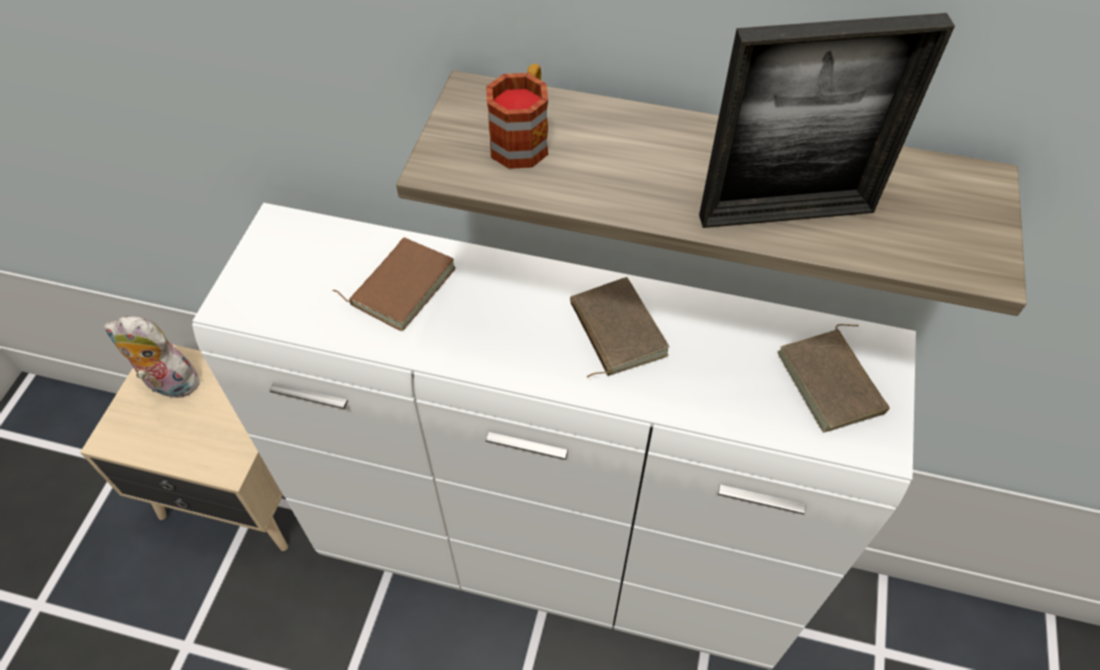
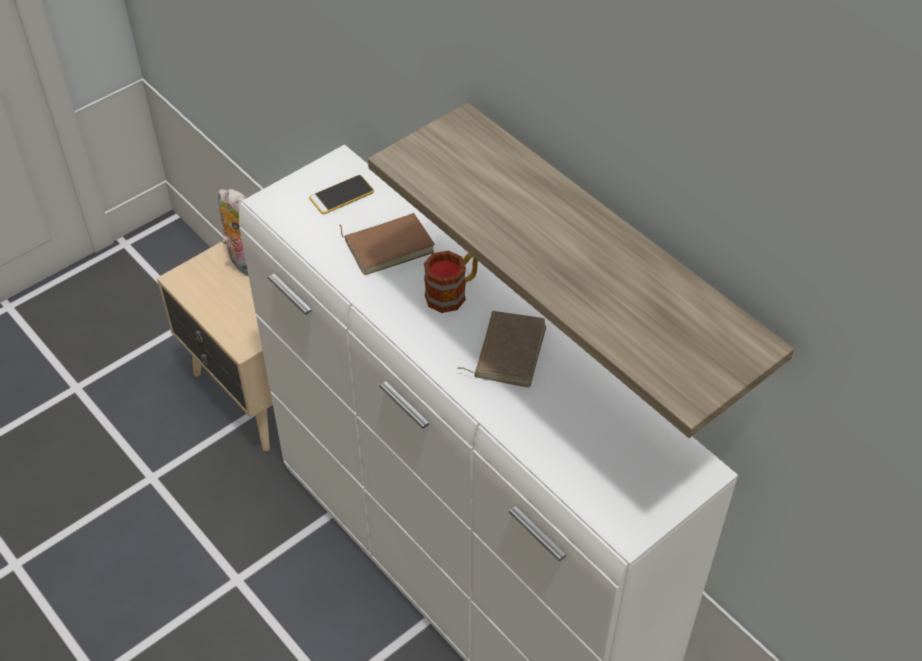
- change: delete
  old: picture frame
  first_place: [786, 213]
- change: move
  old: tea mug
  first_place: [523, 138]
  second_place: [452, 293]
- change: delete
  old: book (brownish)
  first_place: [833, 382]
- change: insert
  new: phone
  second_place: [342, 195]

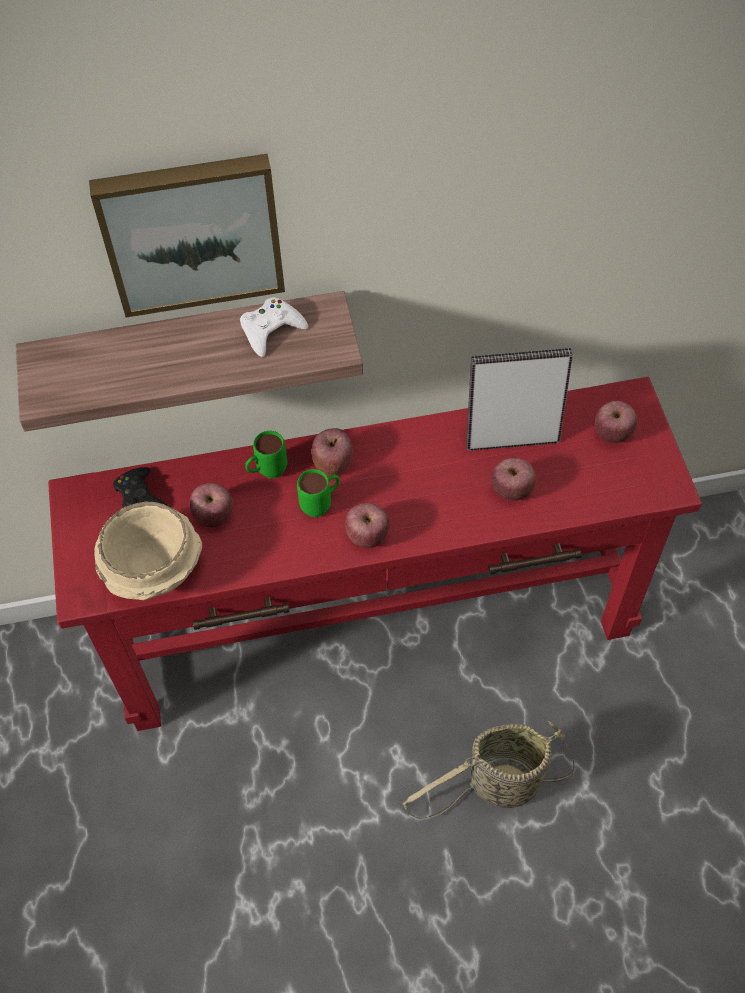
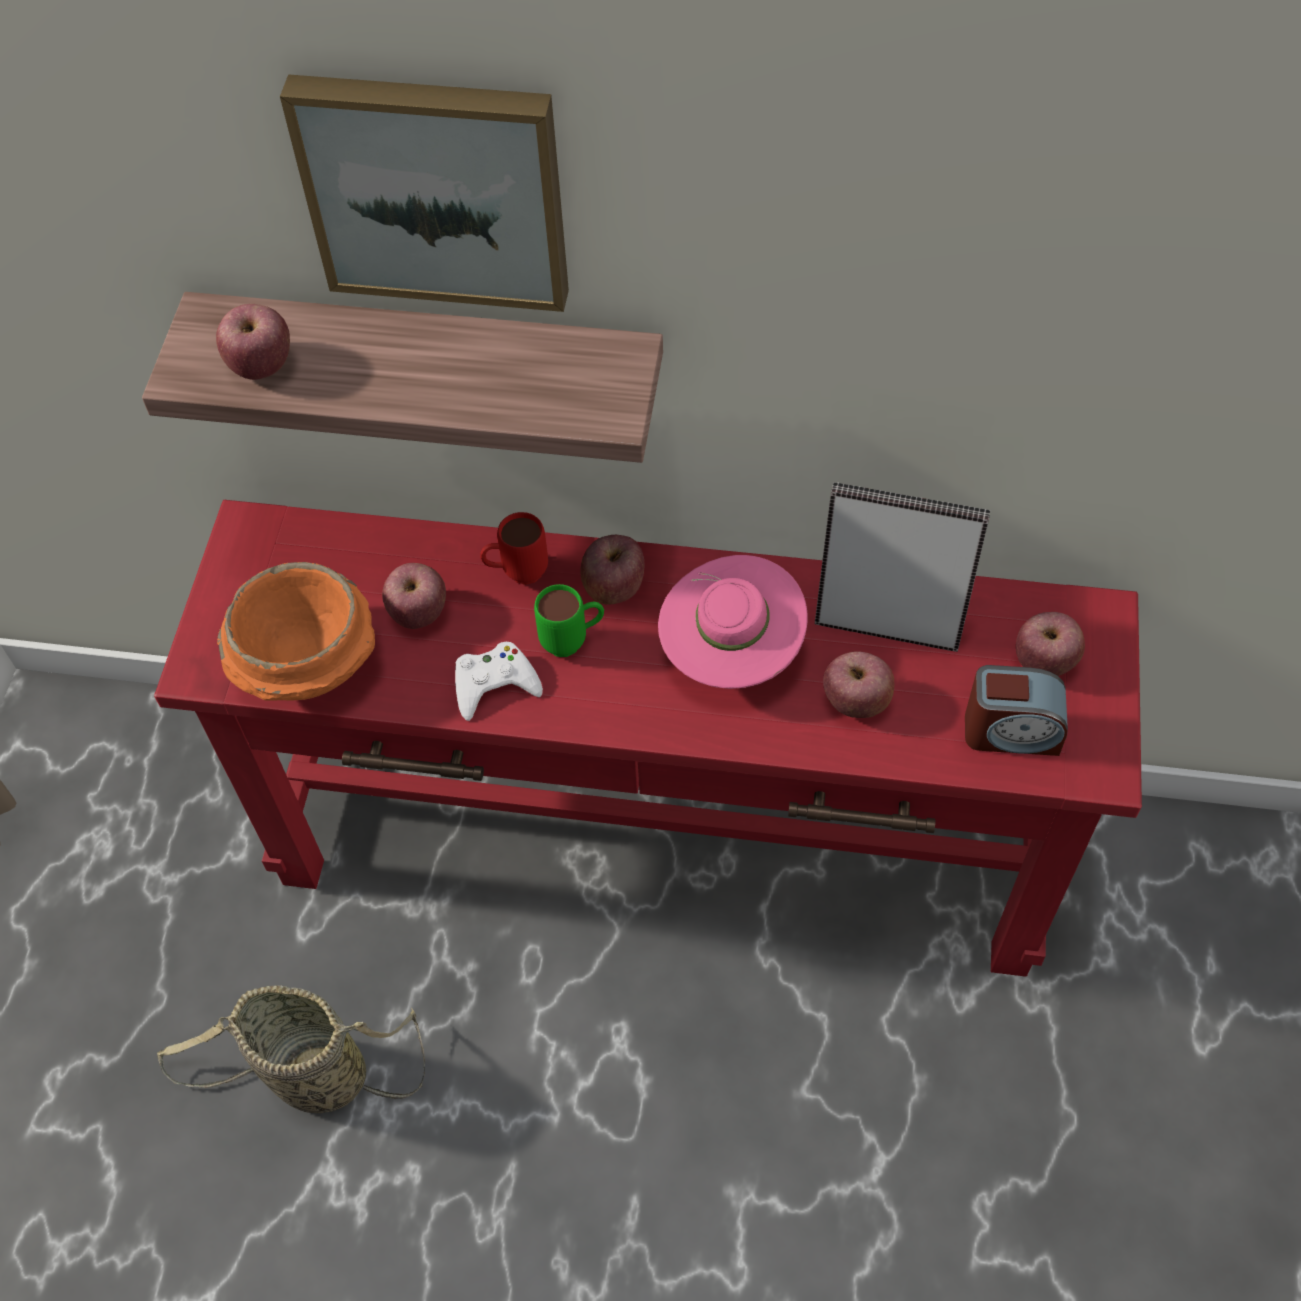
- change: move
  old: gamepad (white-coloured)
  first_place: [271, 330]
  second_place: [495, 684]
- change: recolor
  old: tea mug (green-coloured)
  new: tea mug (reddish)
  first_place: [267, 473]
  second_place: [516, 574]
- change: delete
  old: gamepad (blackish)
  first_place: [140, 496]
- change: recolor
  old: serving bowl (sand-coloured)
  new: serving bowl (orange)
  first_place: [153, 570]
  second_place: [307, 664]
- change: move
  old: apple fruit
  first_place: [367, 536]
  second_place: [261, 366]
- change: move
  old: storage basket
  first_place: [499, 786]
  second_place: [311, 1076]
- change: insert
  new: clothing hat (pink-coloured)
  second_place: [730, 652]
- change: insert
  new: table clock
  second_place: [1011, 731]

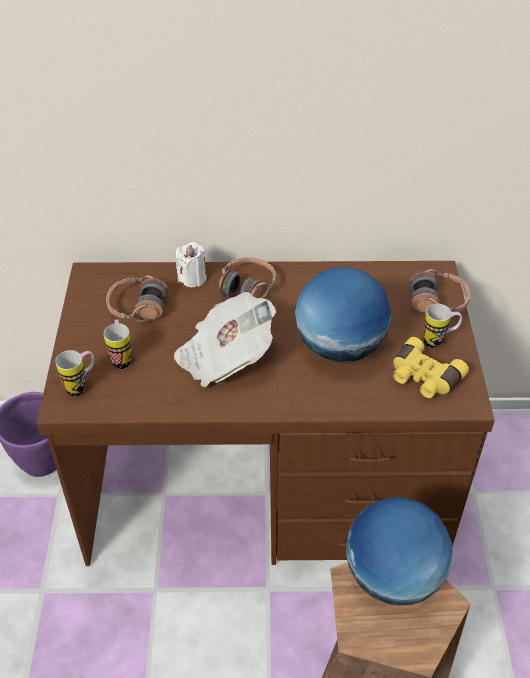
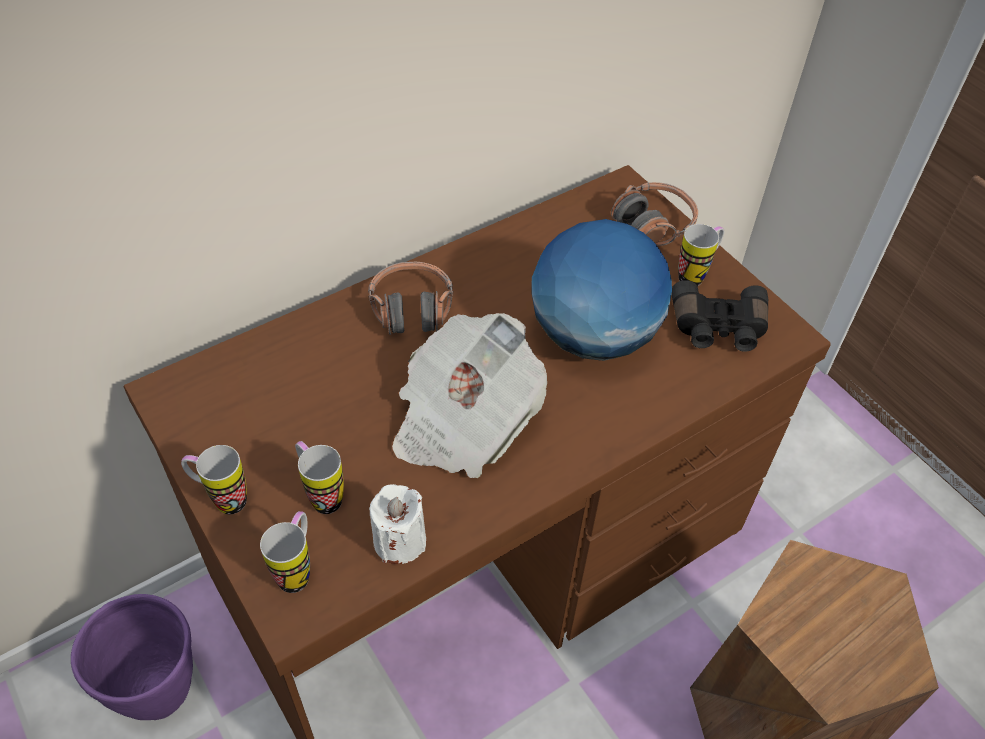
- change: move
  old: candle (white-coloured)
  first_place: [192, 278]
  second_place: [399, 541]
- change: delete
  old: pair of headphones
  first_place: [137, 307]
- change: recolor
  old: binoculars (yellow)
  new: binoculars (blackish)
  first_place: [423, 378]
  second_place: [718, 328]
- change: delete
  old: desk globe
  first_place: [392, 576]
- change: insert
  new: tea mug
  second_place: [222, 499]

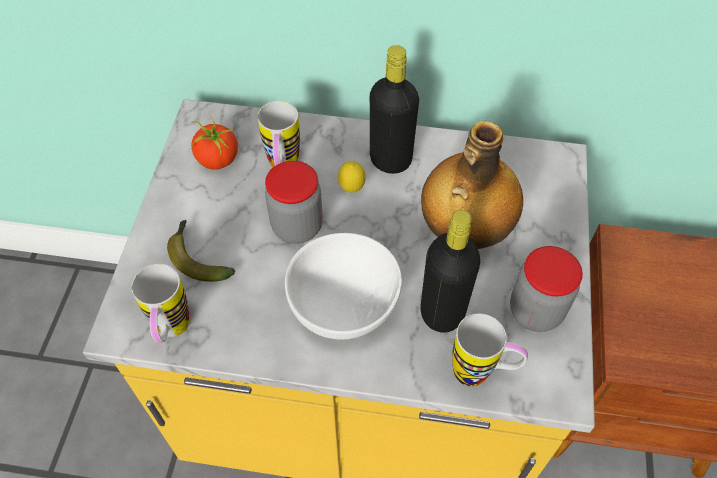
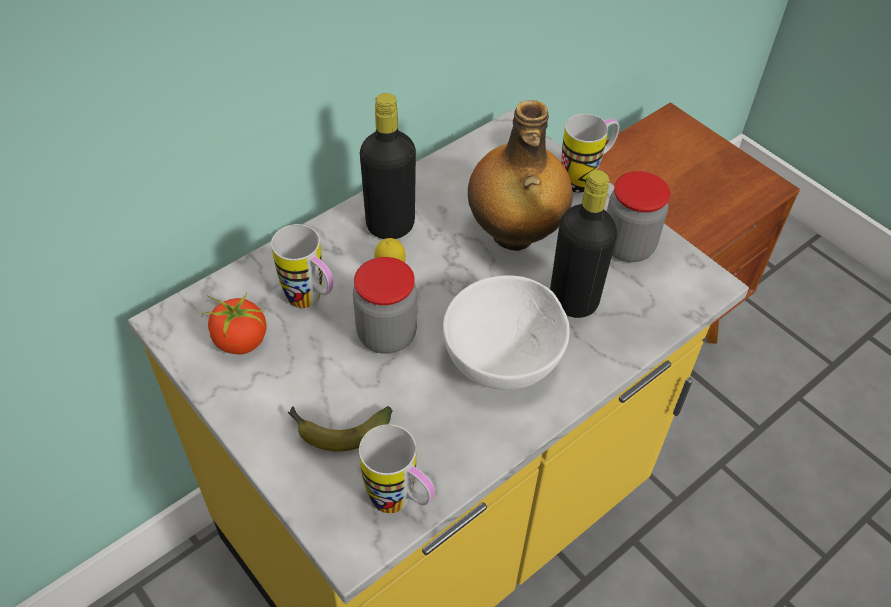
- change: move
  old: tea mug
  first_place: [481, 374]
  second_place: [585, 179]

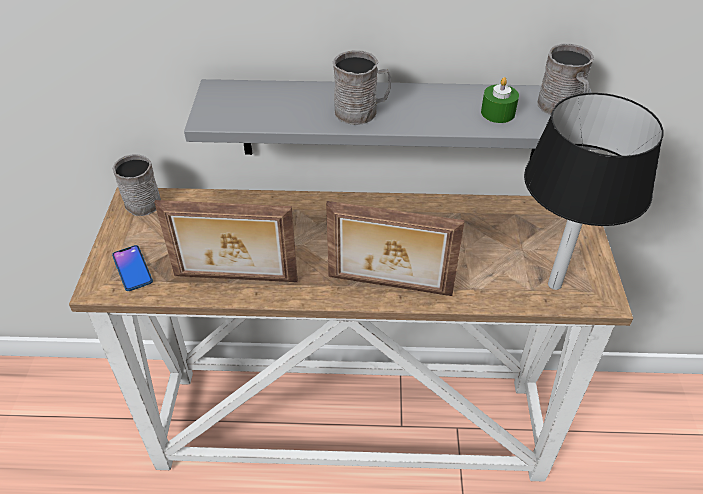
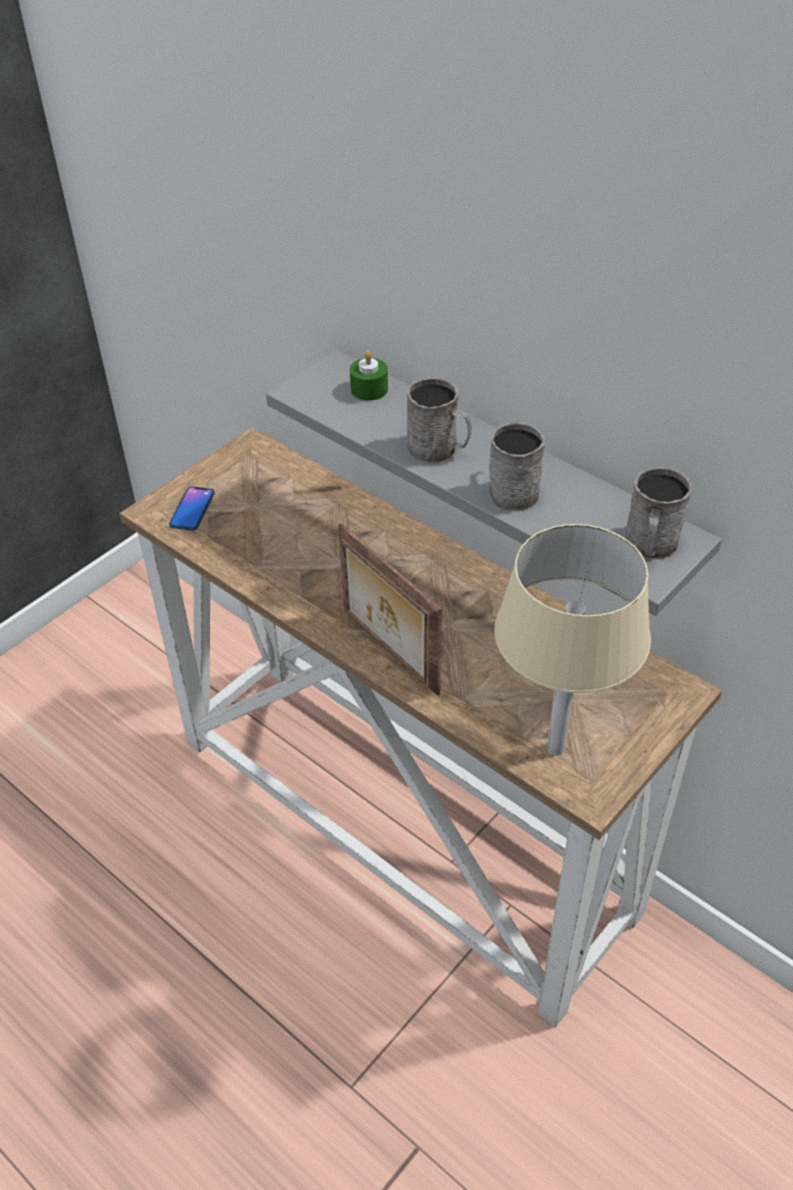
- change: move
  old: candle (green-coloured)
  first_place: [498, 113]
  second_place: [369, 389]
- change: recolor
  old: table lamp (blackish)
  new: table lamp (sand-coloured)
  first_place: [555, 284]
  second_place: [556, 748]
- change: move
  old: tea mug (gray)
  first_place: [140, 201]
  second_place: [512, 488]
- change: delete
  old: picture frame
  first_place: [235, 279]

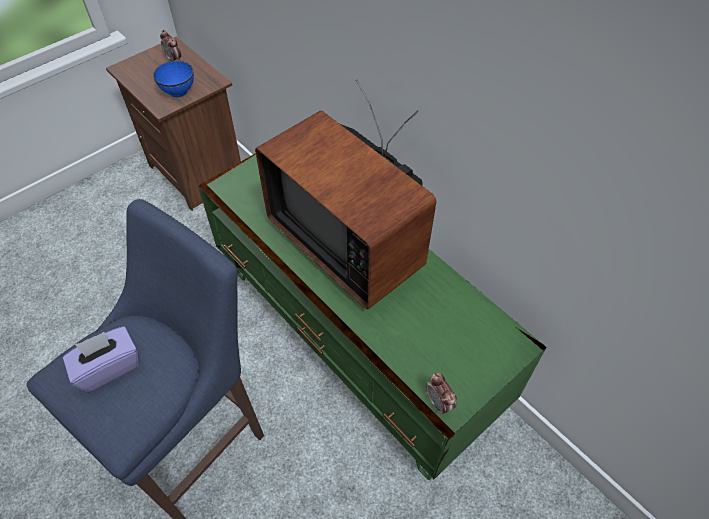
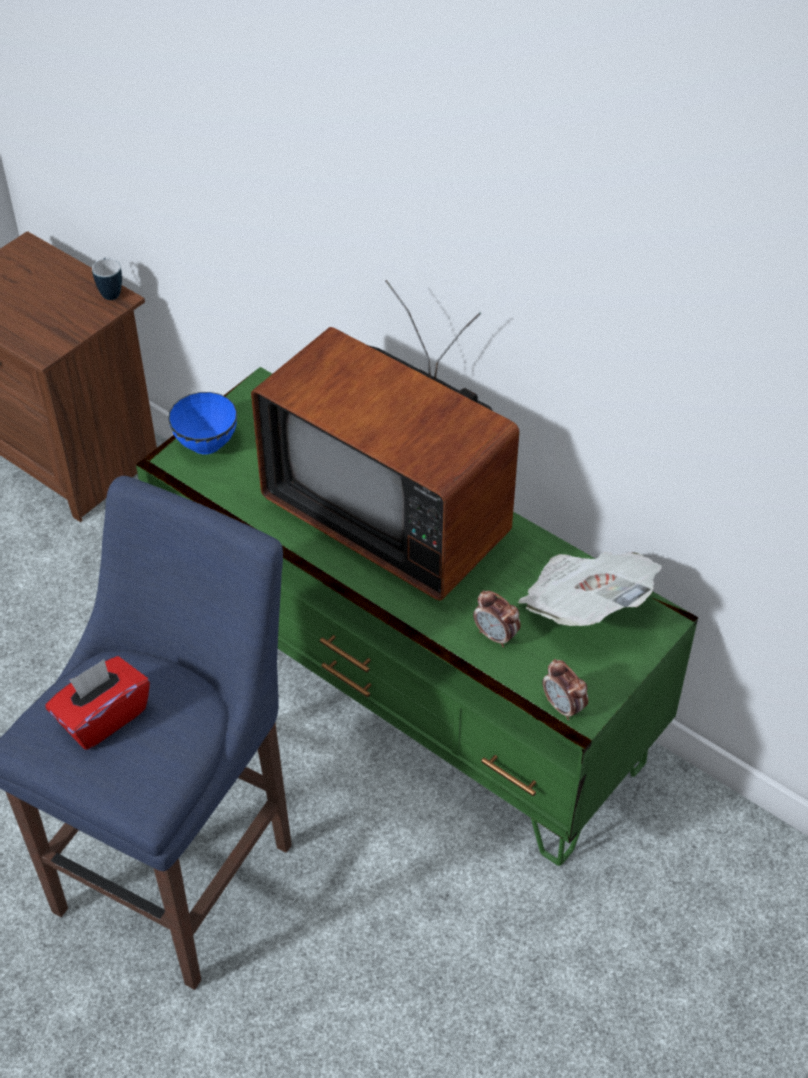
- change: move
  old: table clock
  first_place: [174, 59]
  second_place: [495, 636]
- change: move
  old: serving bowl (blue-coloured)
  first_place: [179, 91]
  second_place: [207, 442]
- change: recolor
  old: box of tissues (purple-coloured)
  new: box of tissues (reddish)
  first_place: [109, 367]
  second_place: [102, 717]
- change: insert
  new: tea mug
  second_place: [110, 292]
- change: insert
  new: newspaper
  second_place: [584, 607]

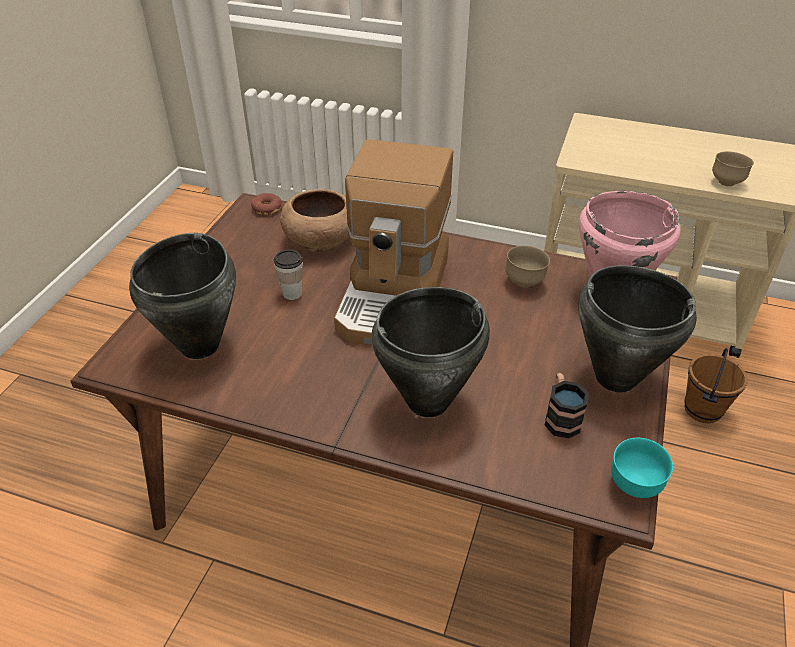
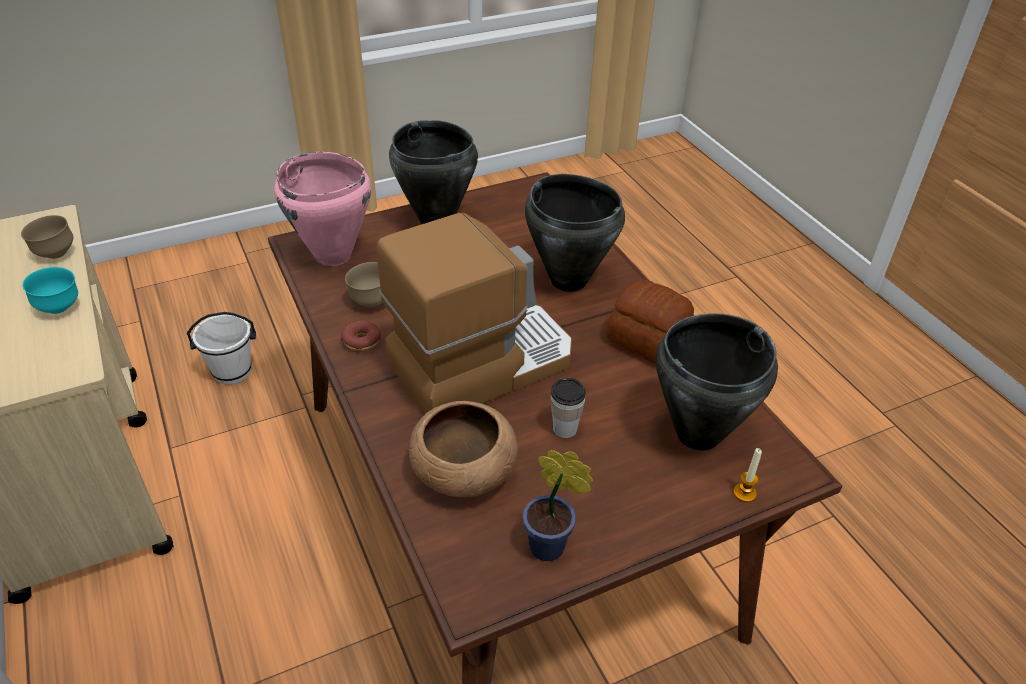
- change: move
  old: ring doughnut
  first_place: [267, 208]
  second_place: [361, 341]
- change: recolor
  old: bucket (brownish)
  new: bucket (white-coloured)
  first_place: [703, 410]
  second_place: [232, 371]
- change: delete
  old: tea mug
  first_place: [560, 417]
- change: move
  old: serving bowl (blue-green)
  first_place: [633, 486]
  second_place: [60, 308]
- change: insert
  new: baked bread
  second_place: [648, 341]
- change: insert
  new: candle
  second_place: [744, 493]
- change: insert
  new: houseplant
  second_place: [551, 548]

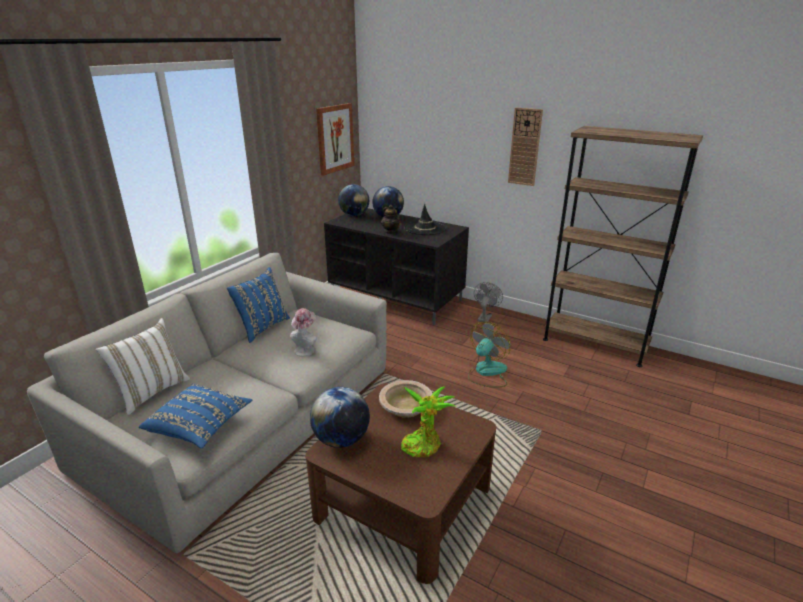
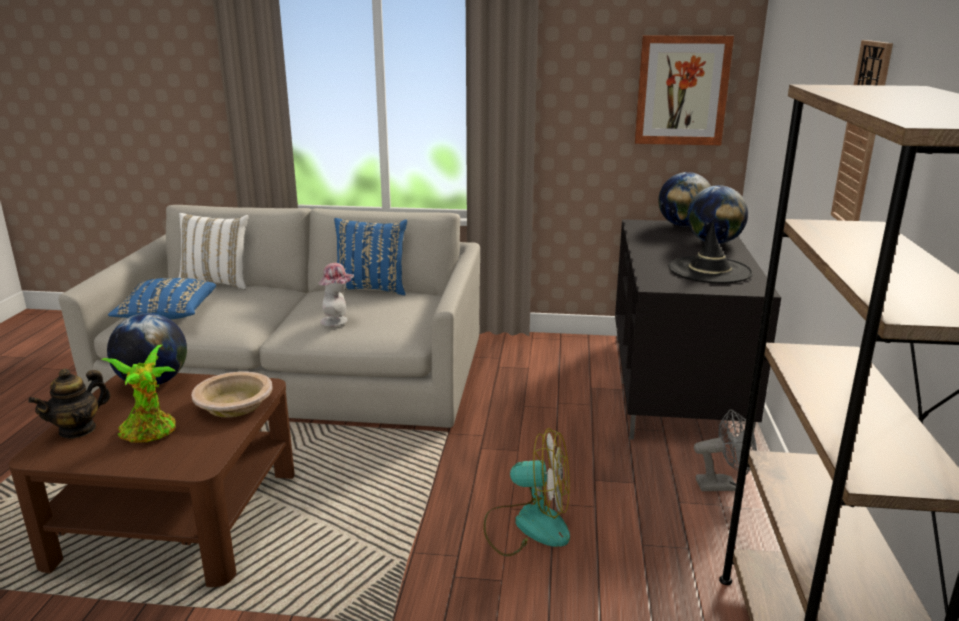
- change: move
  old: pot for tea
  first_place: [391, 232]
  second_place: [78, 429]

